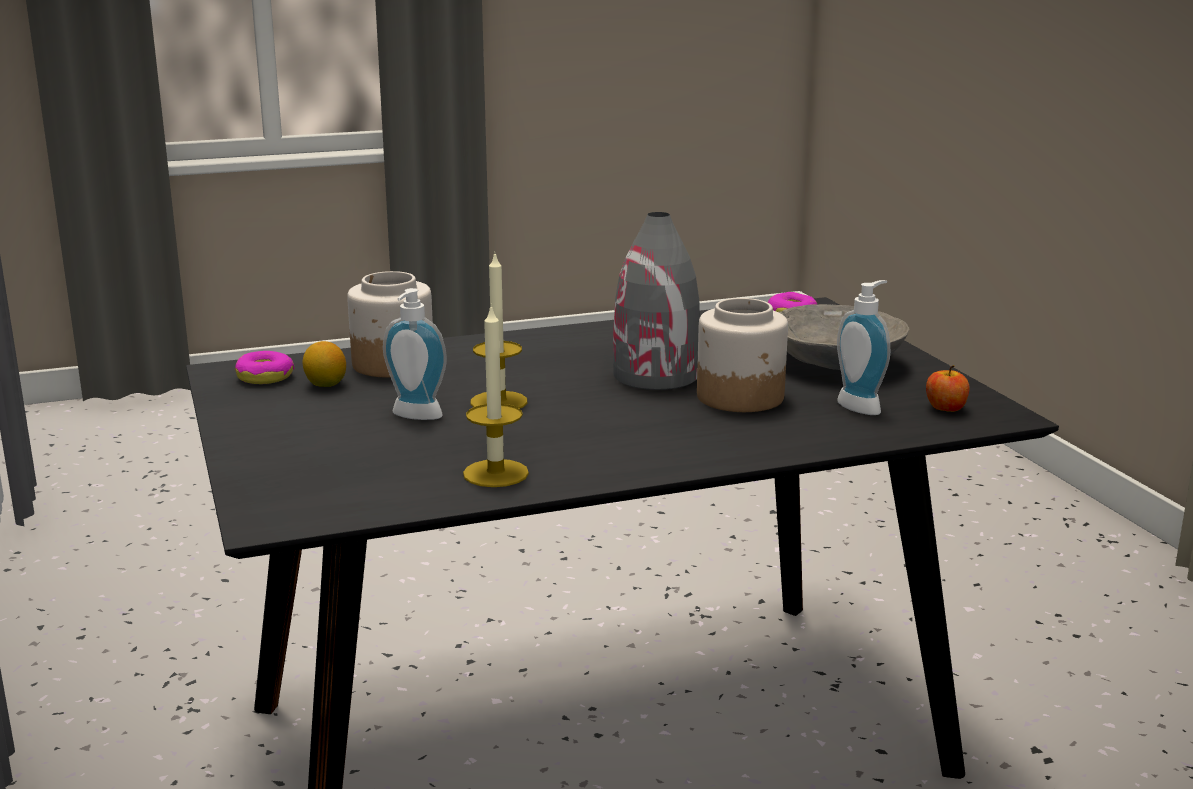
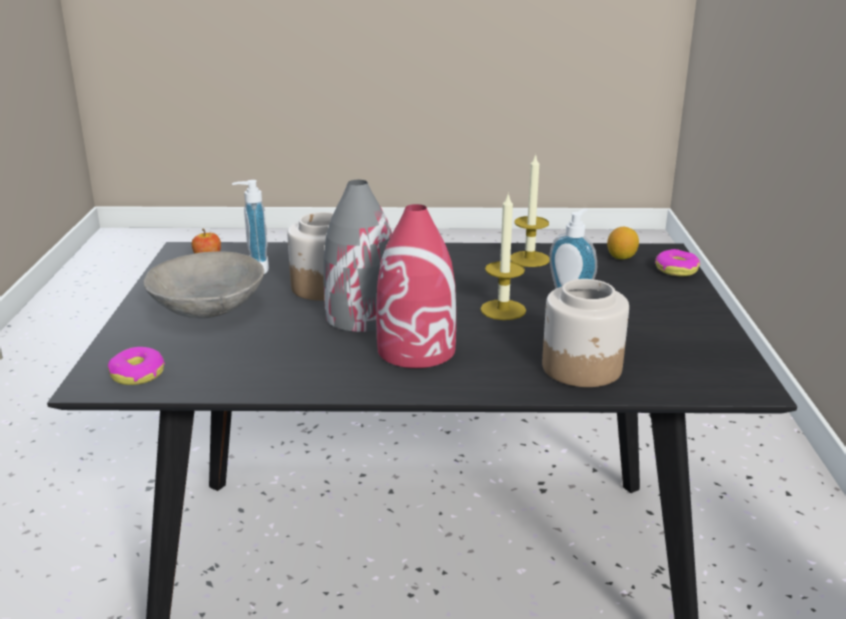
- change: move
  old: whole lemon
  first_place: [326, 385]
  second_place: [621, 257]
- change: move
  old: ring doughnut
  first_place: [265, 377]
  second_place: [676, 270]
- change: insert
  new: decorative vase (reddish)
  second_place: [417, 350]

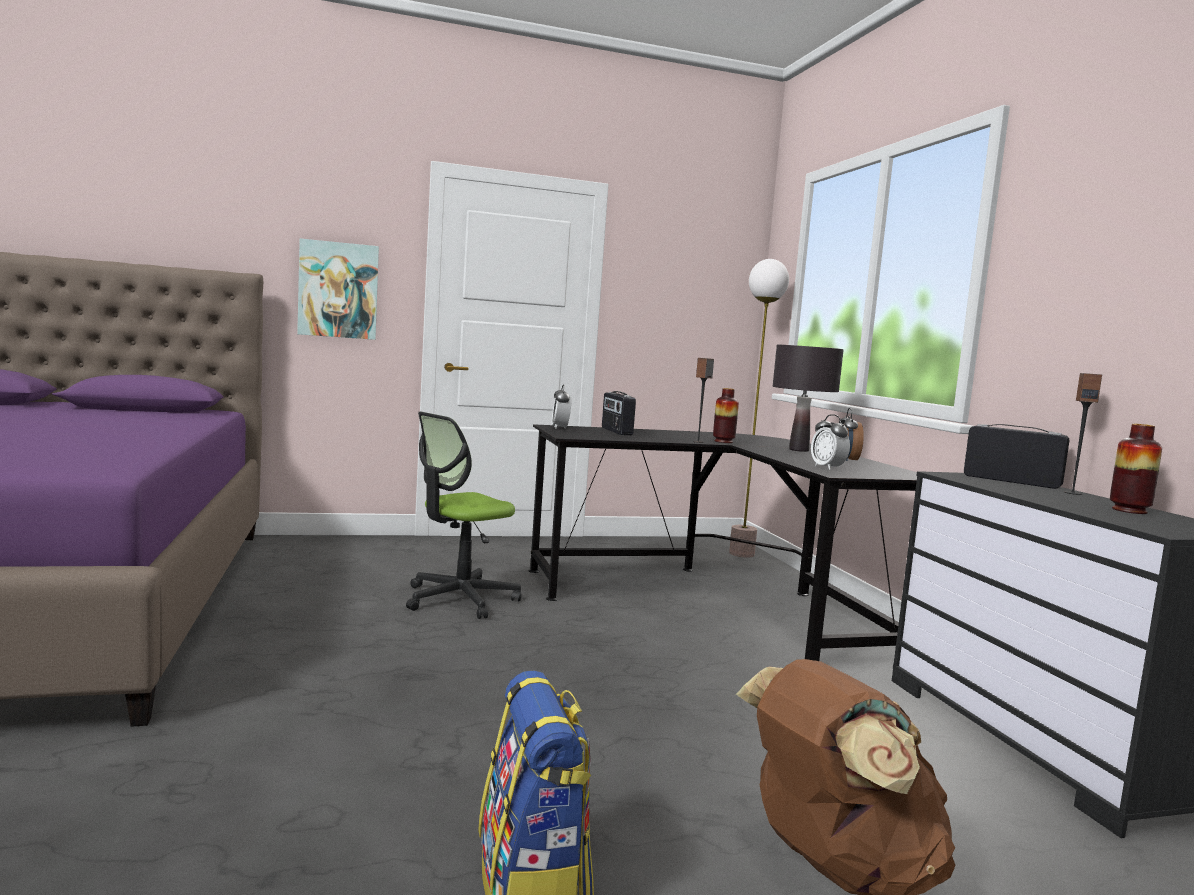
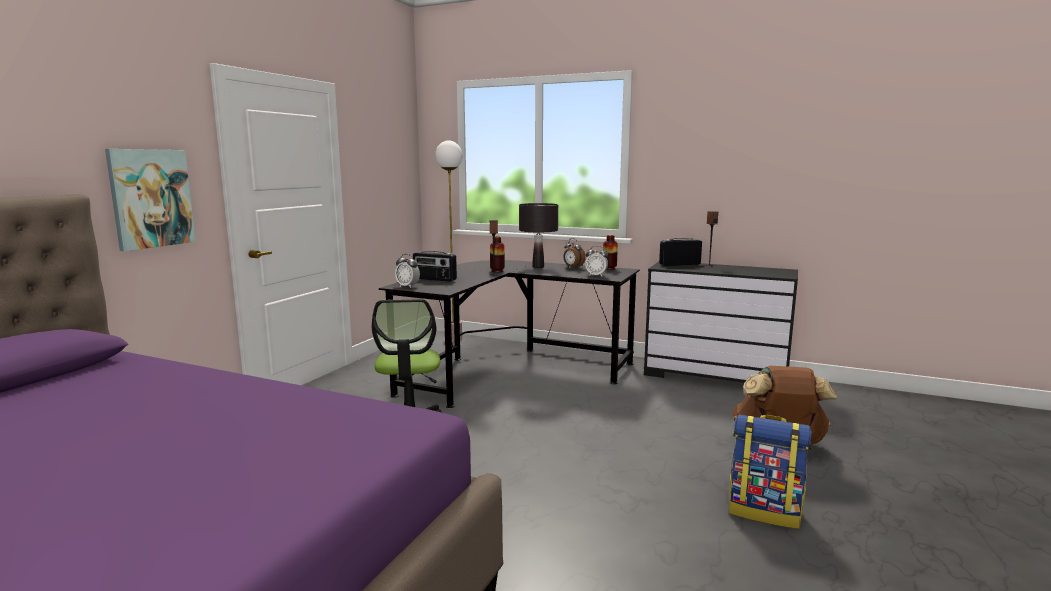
- change: move
  old: decorative vase
  first_place: [1129, 510]
  second_place: [609, 268]

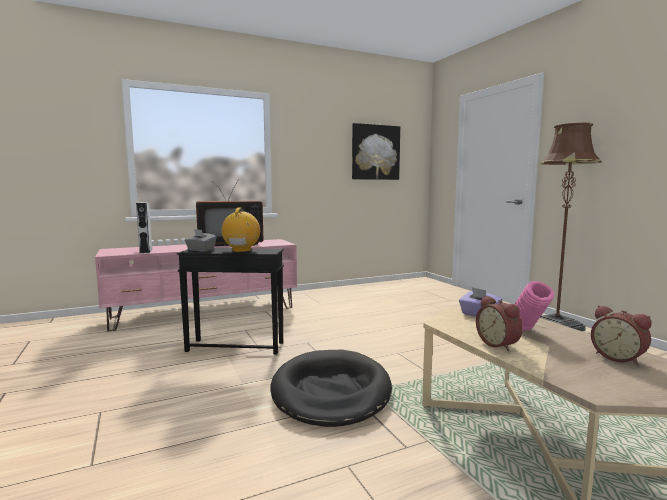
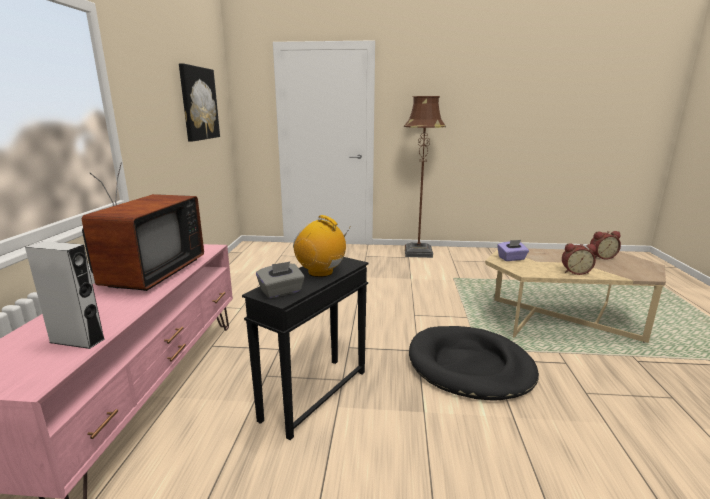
- change: delete
  old: decorative vase (pink-coloured)
  first_place: [527, 332]

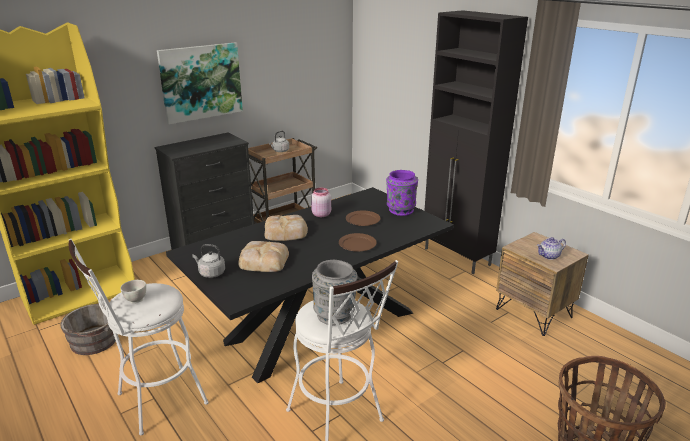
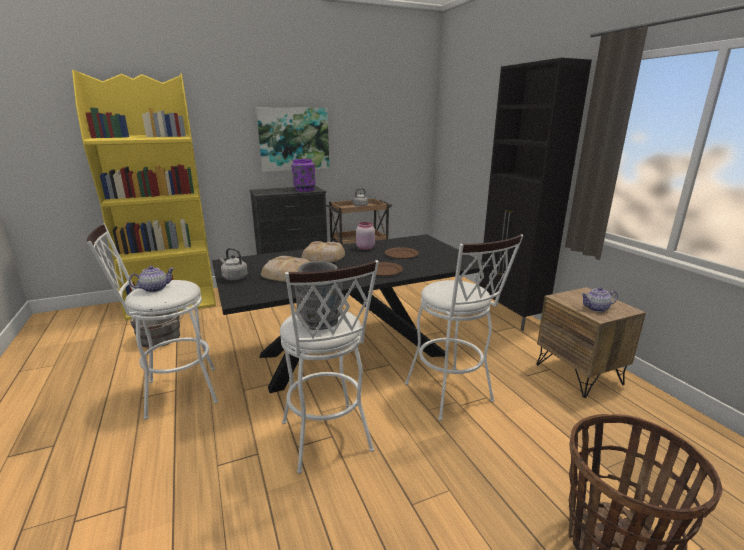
- change: move
  old: decorative vase (purple-coloured)
  first_place: [400, 210]
  second_place: [304, 190]
- change: replace
  old: serving bowl (white-coloured)
  new: pot for tea
  first_place: [136, 300]
  second_place: [155, 289]
- change: insert
  new: stool seat (white-coloured)
  second_place: [452, 396]

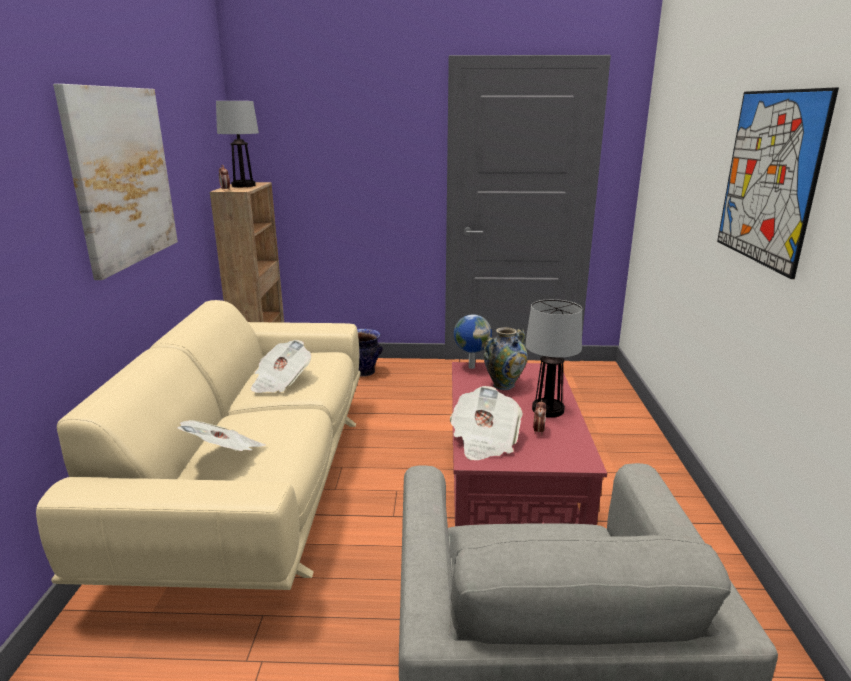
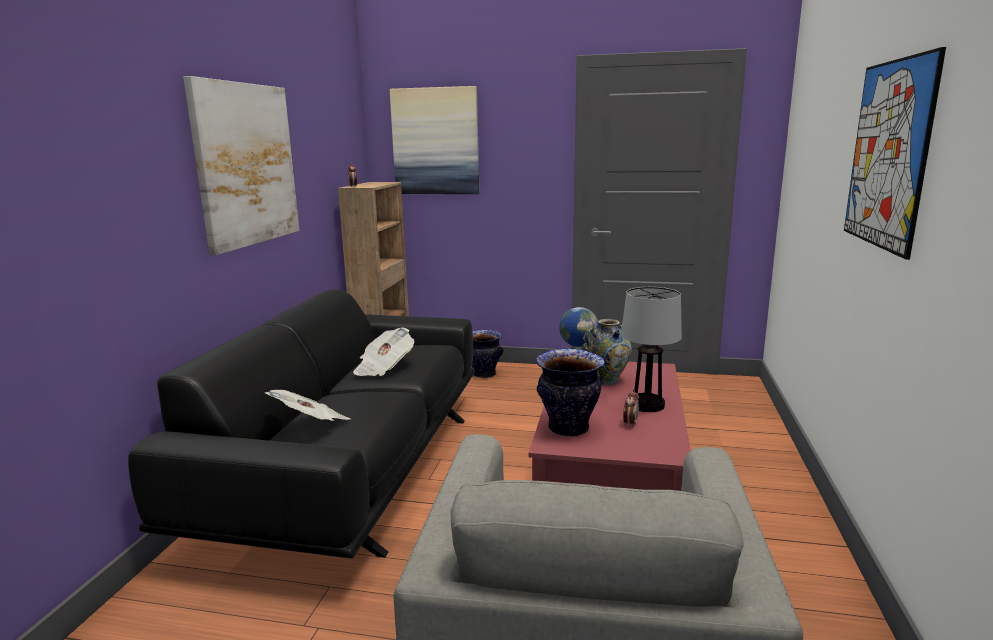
- change: delete
  old: table lamp
  first_place: [244, 185]
- change: recolor
  old: settee (sand-coloured)
  new: settee (blackish)
  first_place: [254, 483]
  second_place: [352, 467]
- change: replace
  old: newspaper
  new: decorative vase
  first_place: [484, 441]
  second_place: [569, 429]
- change: insert
  new: picture
  second_place: [436, 141]

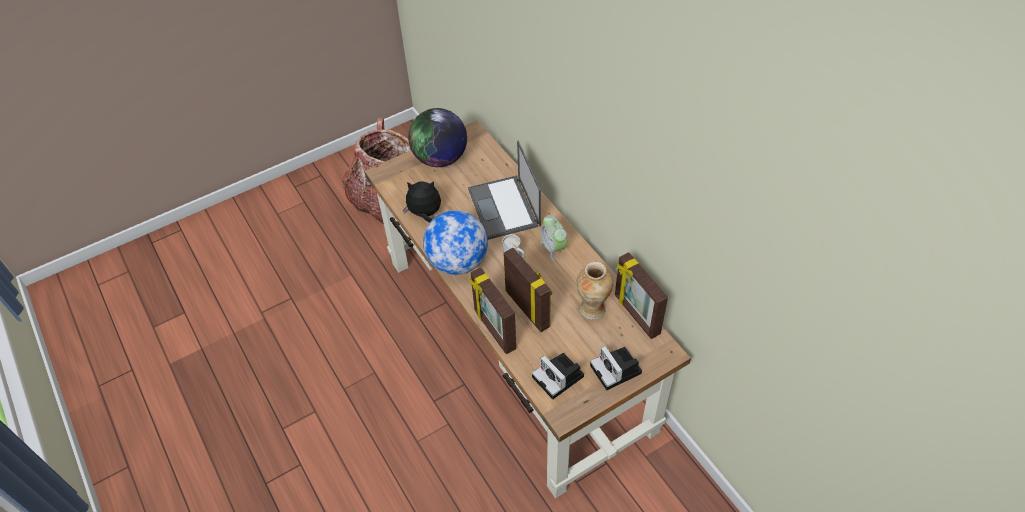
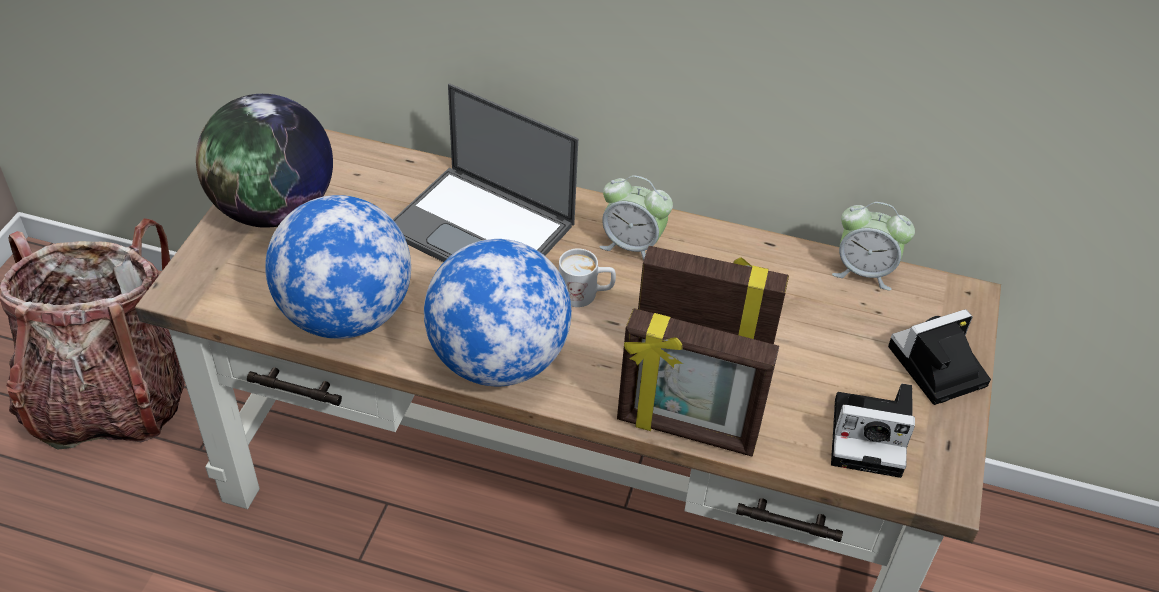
- change: replace
  old: plush toy
  new: desk globe
  first_place: [425, 214]
  second_place: [346, 315]
- change: replace
  old: picture frame
  new: table clock
  first_place: [636, 315]
  second_place: [864, 271]
- change: delete
  old: decorative vase
  first_place: [592, 310]
- change: rotate
  old: still camera
  first_place: [617, 370]
  second_place: [934, 368]
  degrees: 135

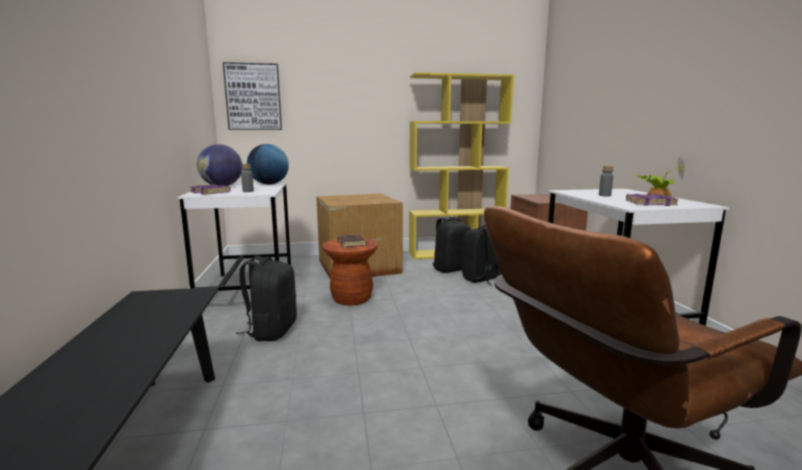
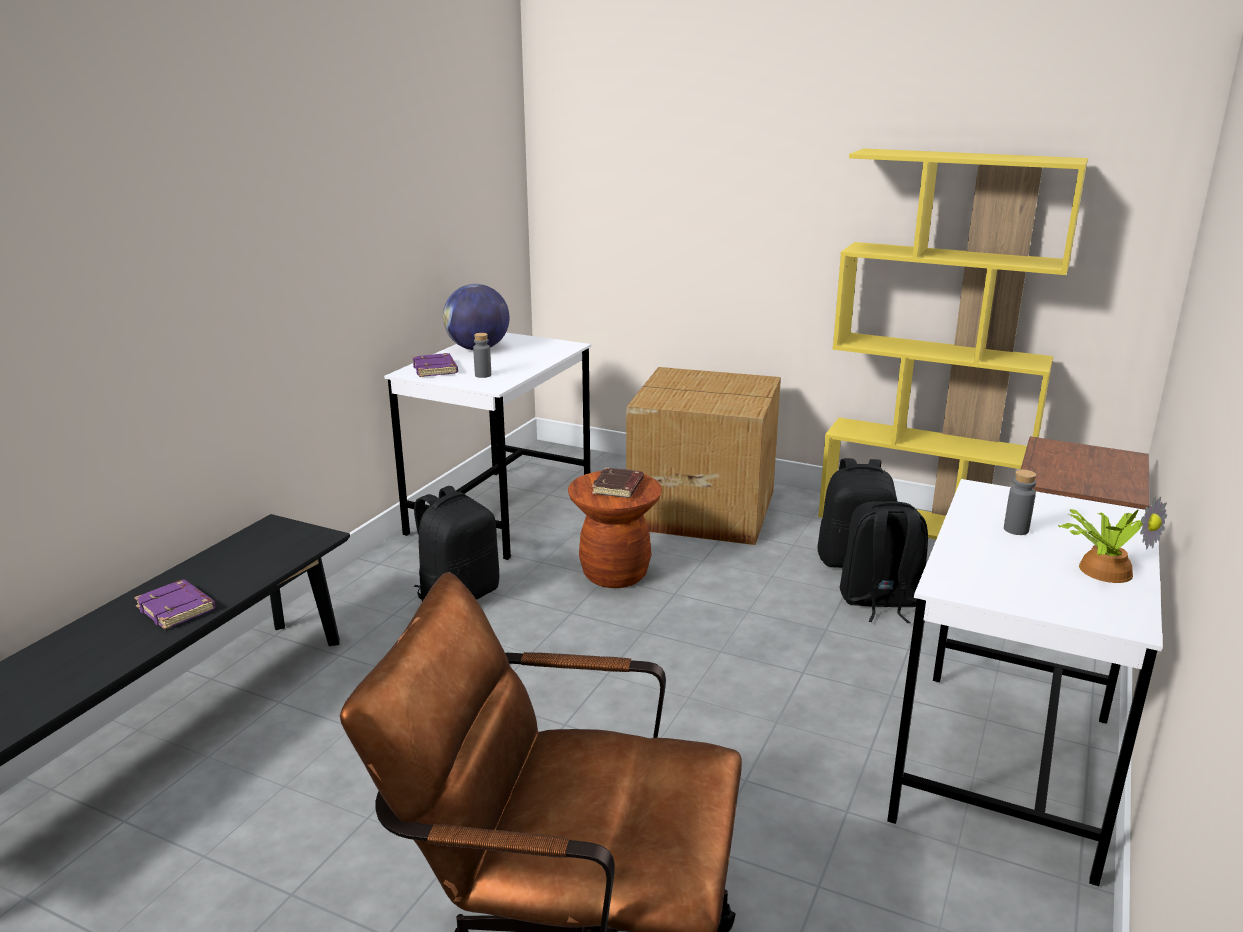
- change: delete
  old: picture
  first_place: [253, 97]
- change: delete
  old: desk globe
  first_place: [269, 184]
- change: move
  old: book (purple-coloured)
  first_place: [650, 203]
  second_place: [177, 609]

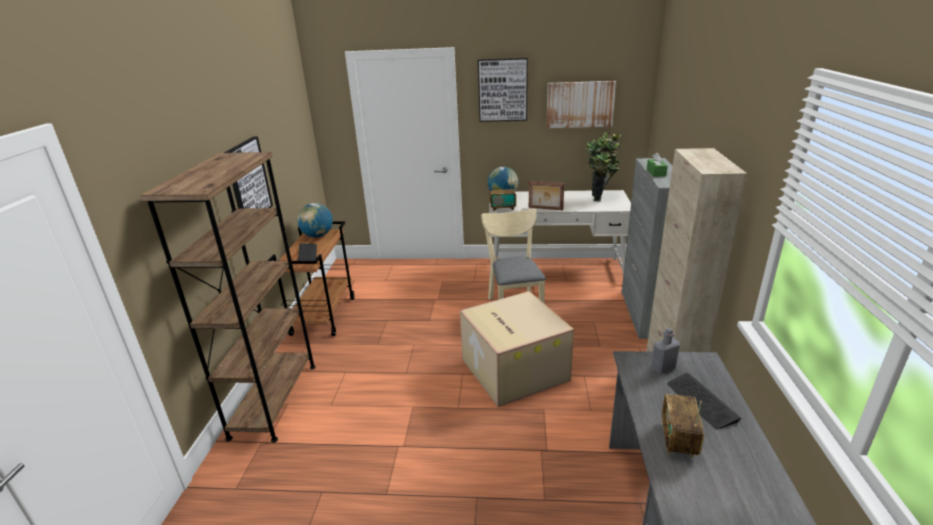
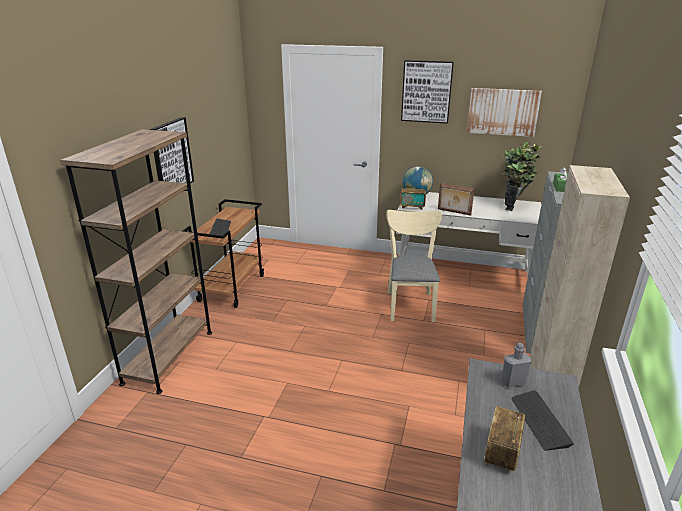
- change: delete
  old: desk globe
  first_place: [318, 236]
- change: delete
  old: carton
  first_place: [512, 369]

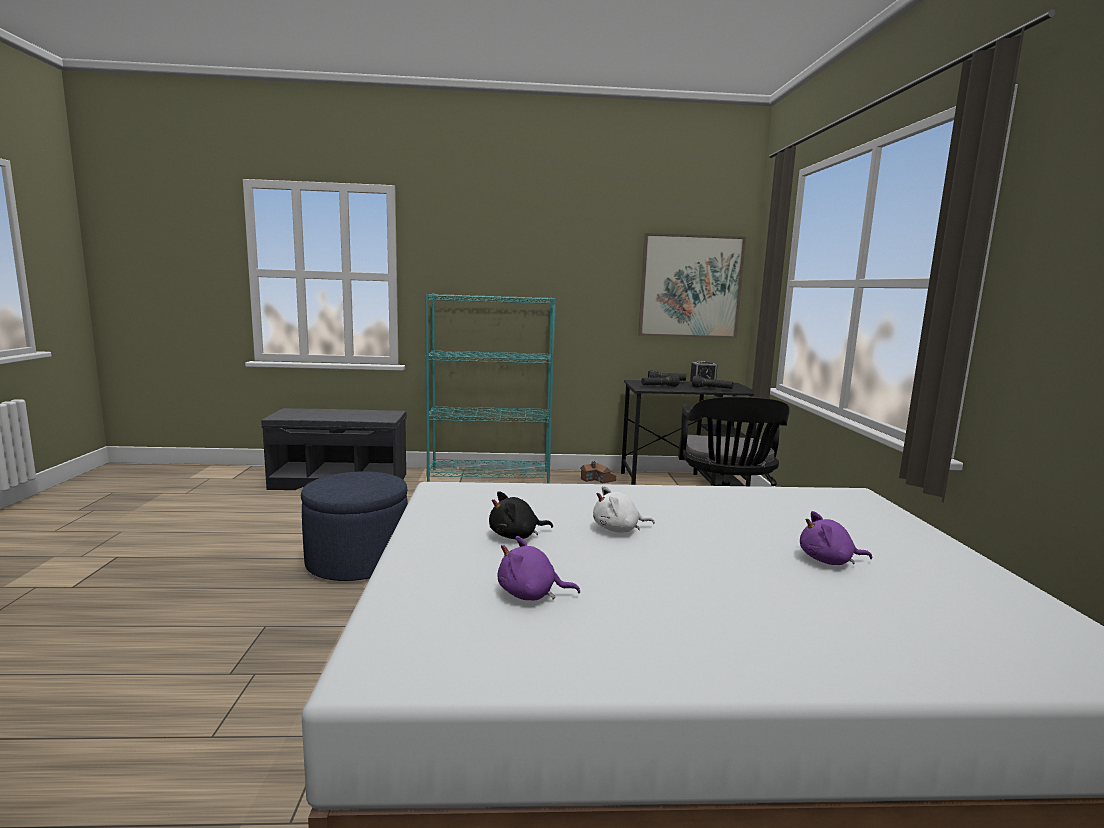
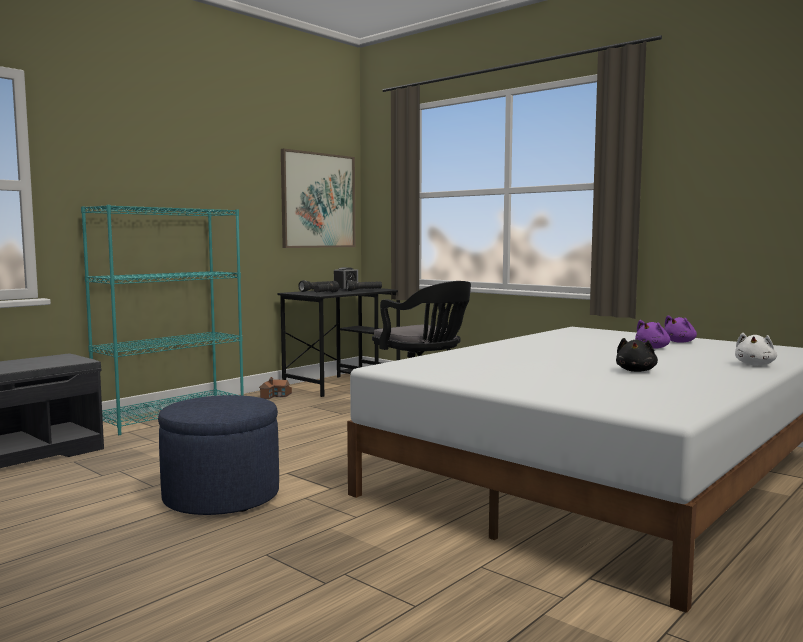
- change: move
  old: plush toy (white-coloured)
  first_place: [618, 529]
  second_place: [755, 364]
- change: move
  old: plush toy (blackish)
  first_place: [516, 536]
  second_place: [636, 371]
- change: move
  old: plush toy (purple-coloured)
  first_place: [531, 594]
  second_place: [680, 342]

